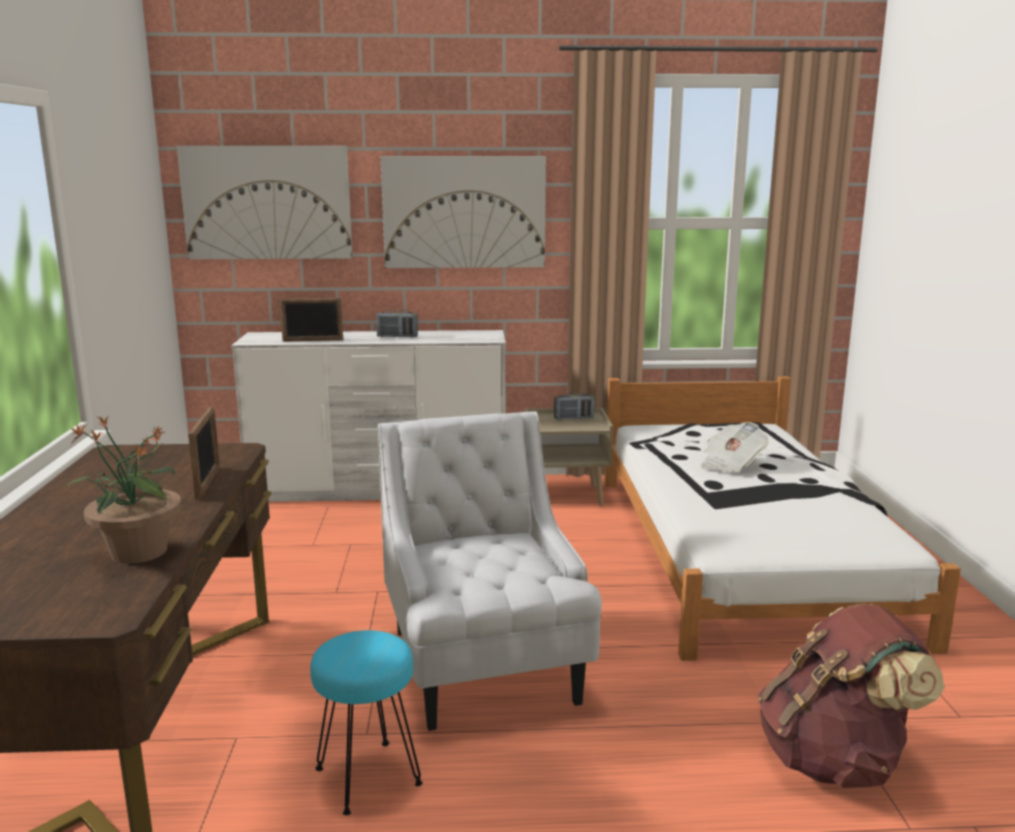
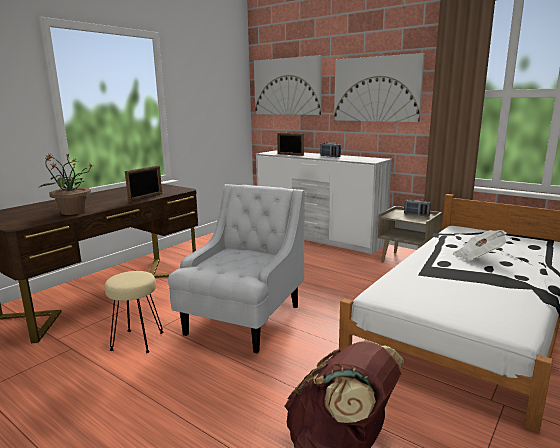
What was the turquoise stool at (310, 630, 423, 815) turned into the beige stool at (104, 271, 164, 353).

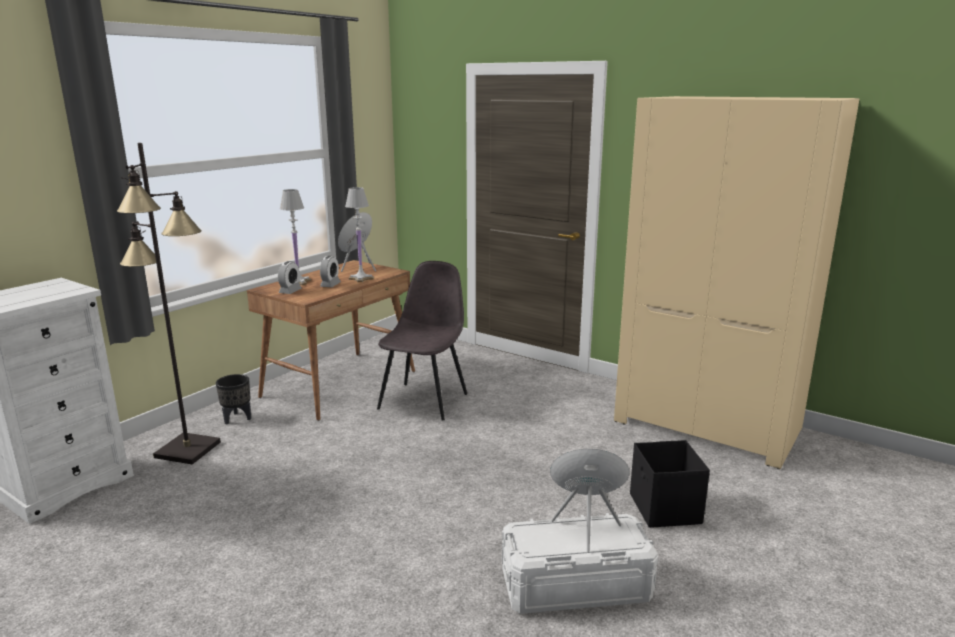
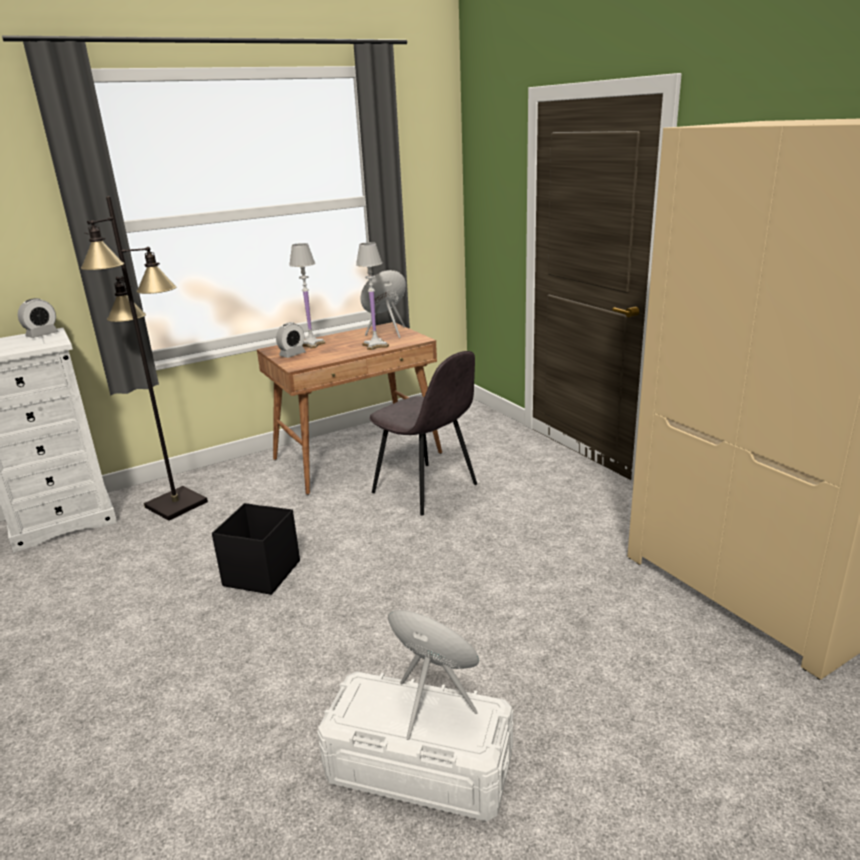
The second view lost the black planter at (216, 374, 251, 425).
The alarm clock ended up elsewhere, having gone from (320, 256, 341, 287) to (18, 298, 59, 338).
The black storage box ended up elsewhere, having gone from (630, 440, 710, 528) to (212, 503, 300, 595).
The grey chair at (377, 261, 467, 421) ended up facing another way, 90 degrees clockwise from before.

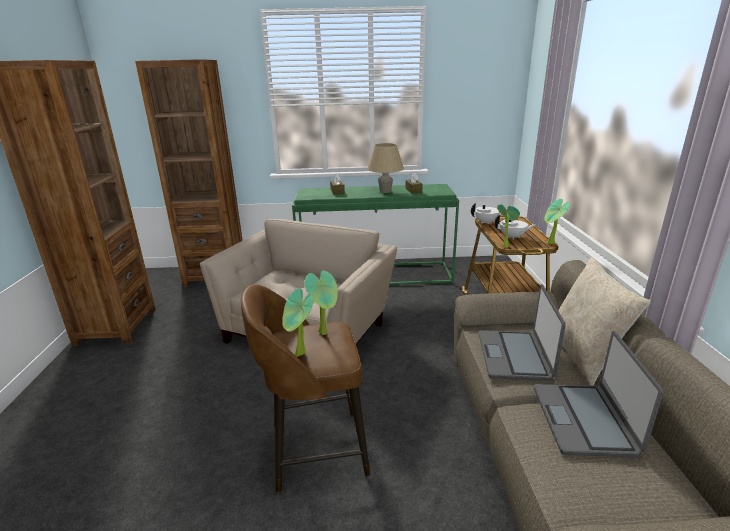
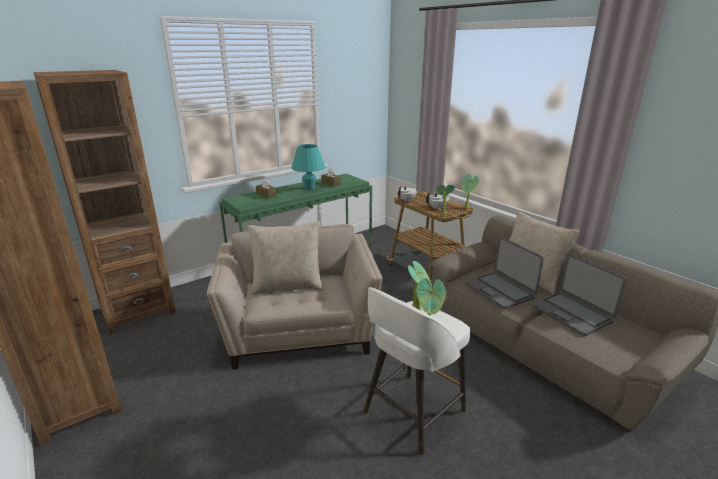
The second view gained the beige pillow at (248, 221, 323, 295).
What was the brown stool at (241, 284, 370, 493) turned into the white stool at (363, 287, 470, 455).
What was the beige table lamp at (367, 143, 404, 193) turned into the turquoise table lamp at (292, 144, 325, 190).

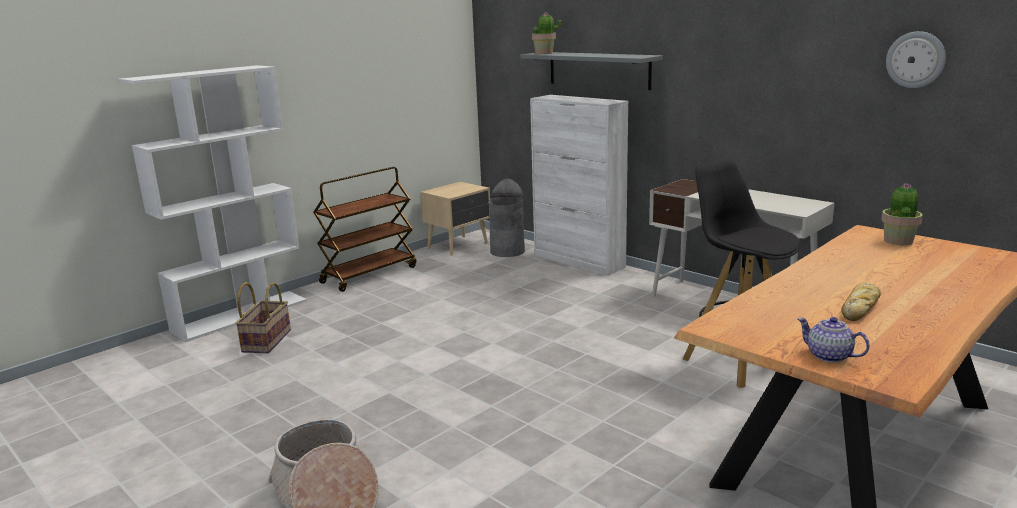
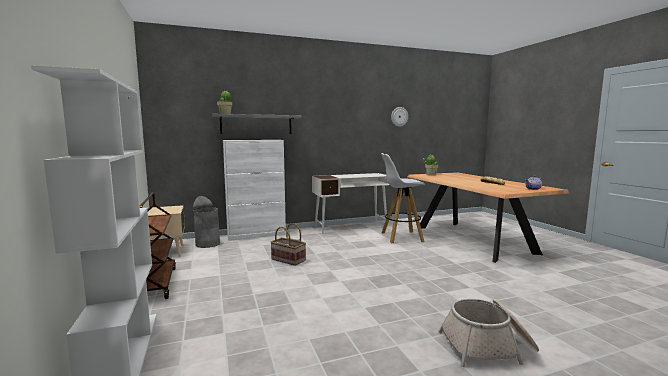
The basket ended up elsewhere, having gone from (235, 282, 291, 353) to (270, 223, 306, 266).
What was the black stool at (683, 160, 800, 388) turned into the white stool at (381, 153, 425, 243).

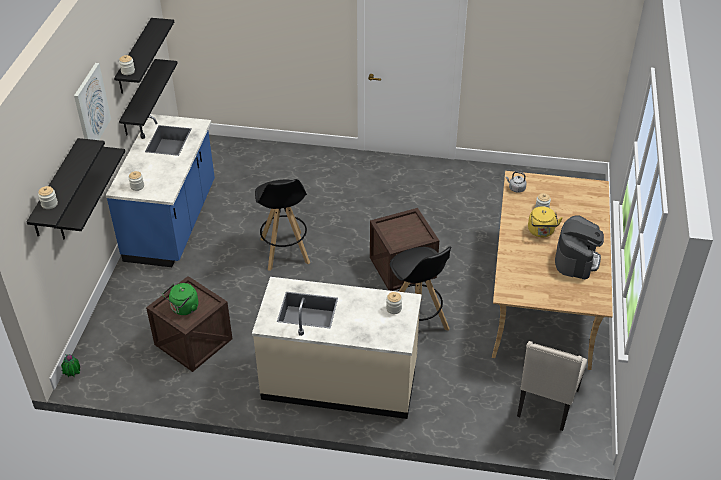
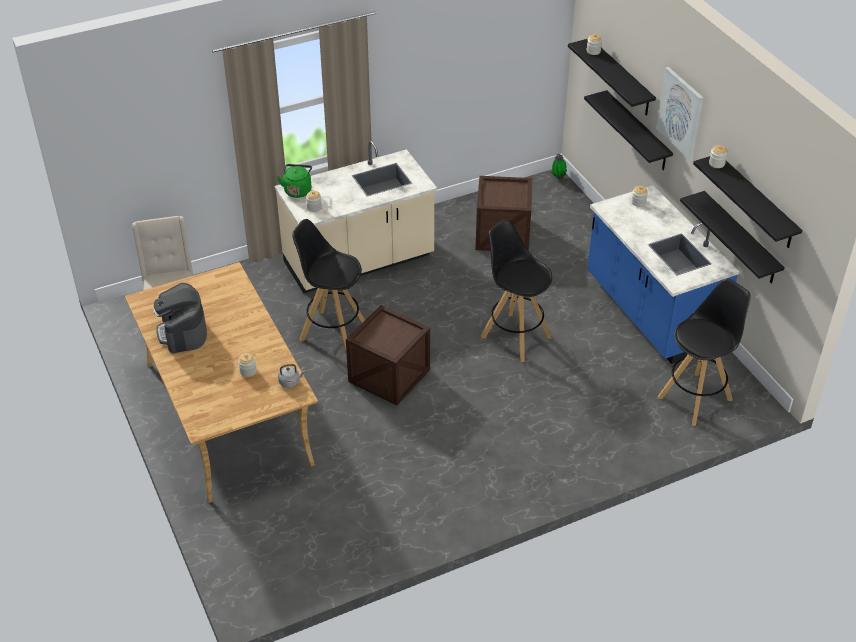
The second view lost the yellow kettle at (528, 206, 563, 237).
The second view gained the black stool at (658, 279, 750, 426).
The green kettle ended up elsewhere, having gone from (162, 283, 198, 315) to (277, 164, 312, 198).

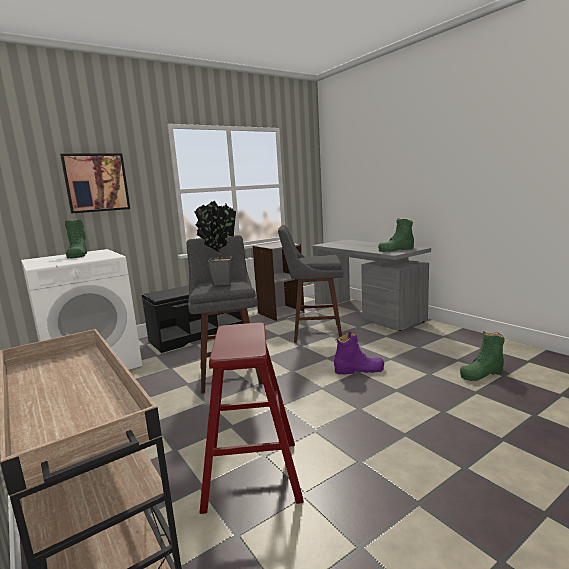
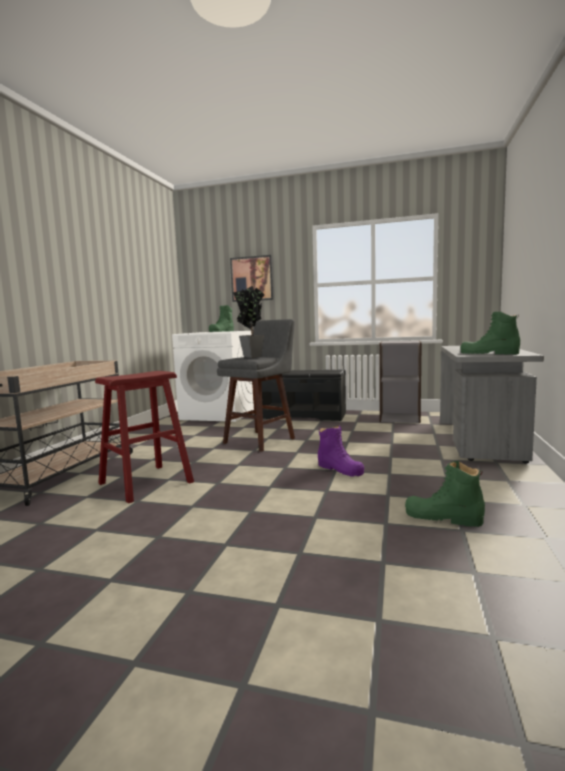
The second view lost the grey stool at (278, 225, 343, 343).

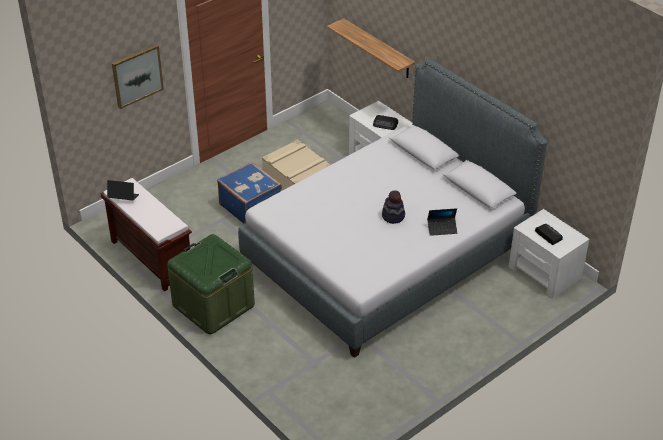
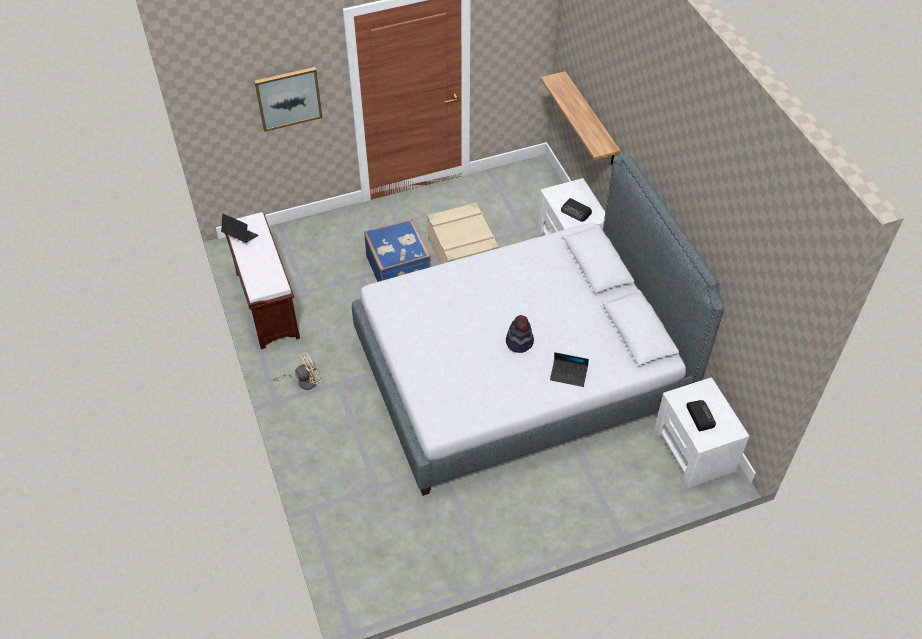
Where the green storage box stood at (167, 234, 255, 334), the beige fan came to stand at (273, 353, 321, 390).

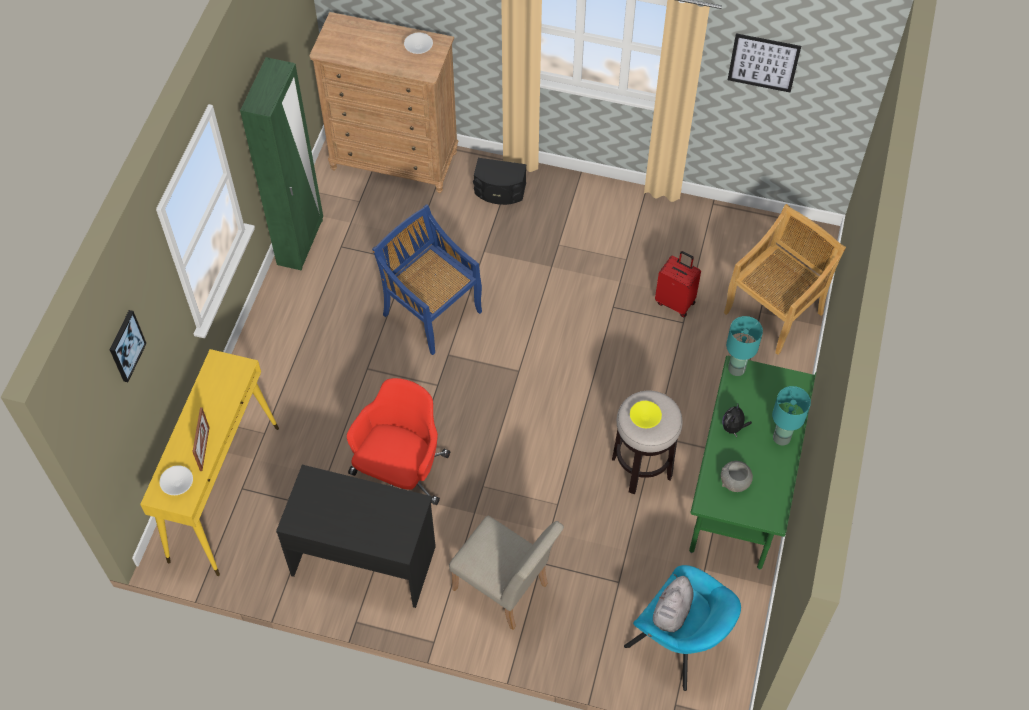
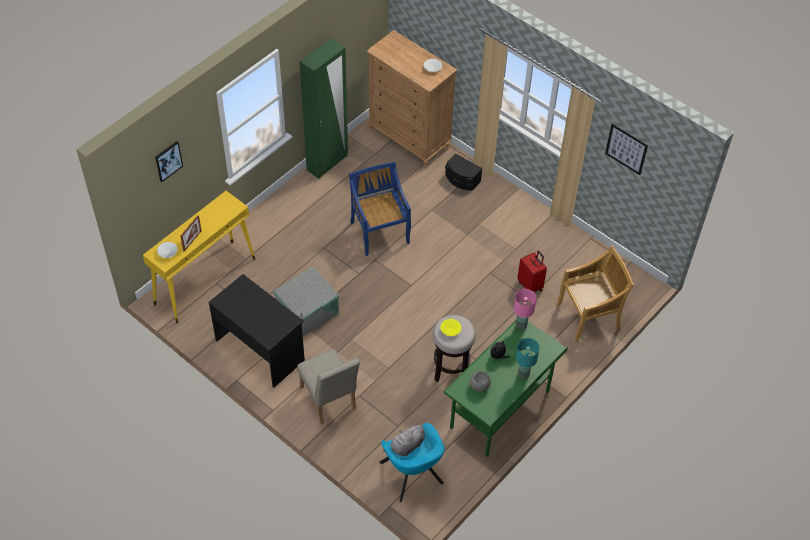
Where the red office chair stood at (347, 378, 450, 505), the grey storage box came to stand at (273, 266, 339, 336).
What was the turquoise table lamp at (726, 316, 763, 376) turned into the pink table lamp at (514, 289, 537, 330).

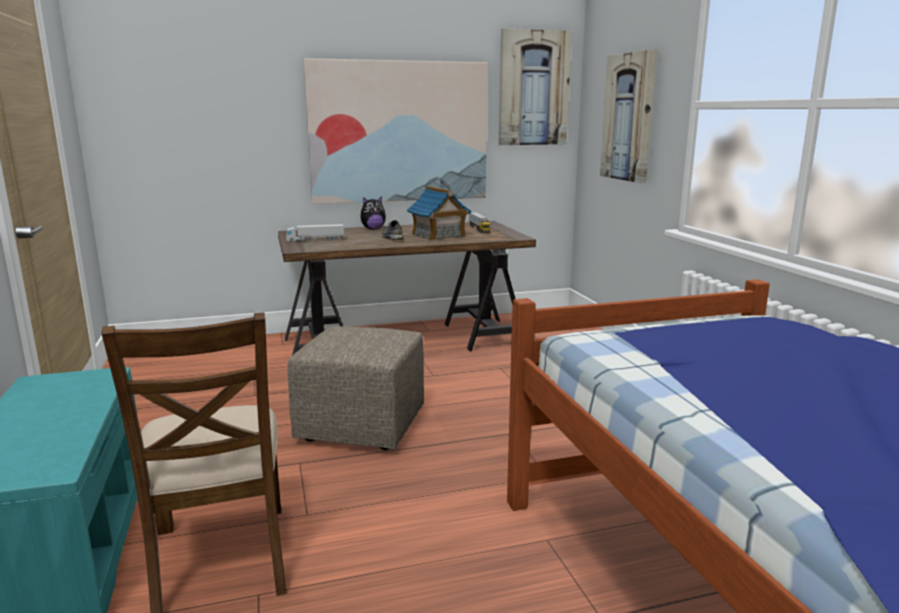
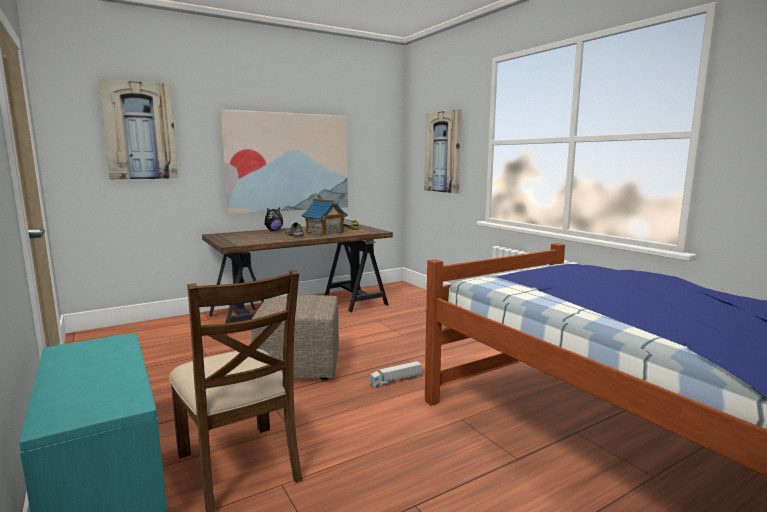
The toy truck ended up elsewhere, having gone from (286, 224, 345, 242) to (370, 361, 422, 388).
The picture ended up elsewhere, having gone from (499, 28, 572, 145) to (98, 79, 178, 180).

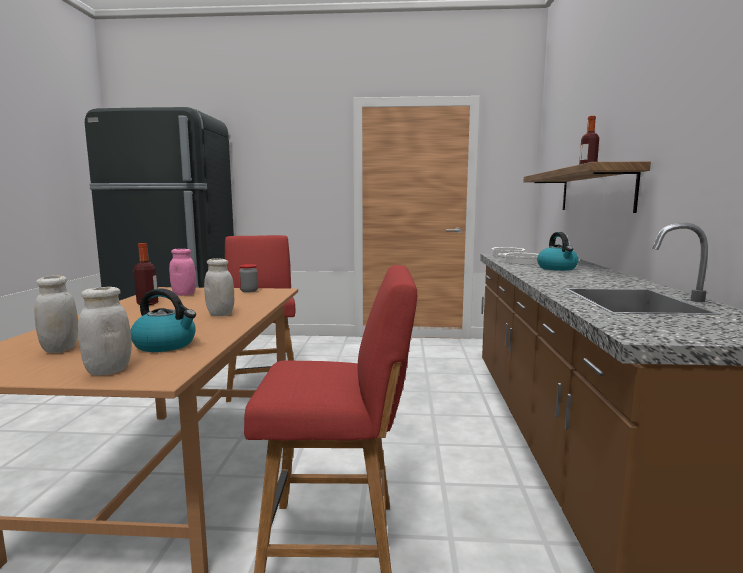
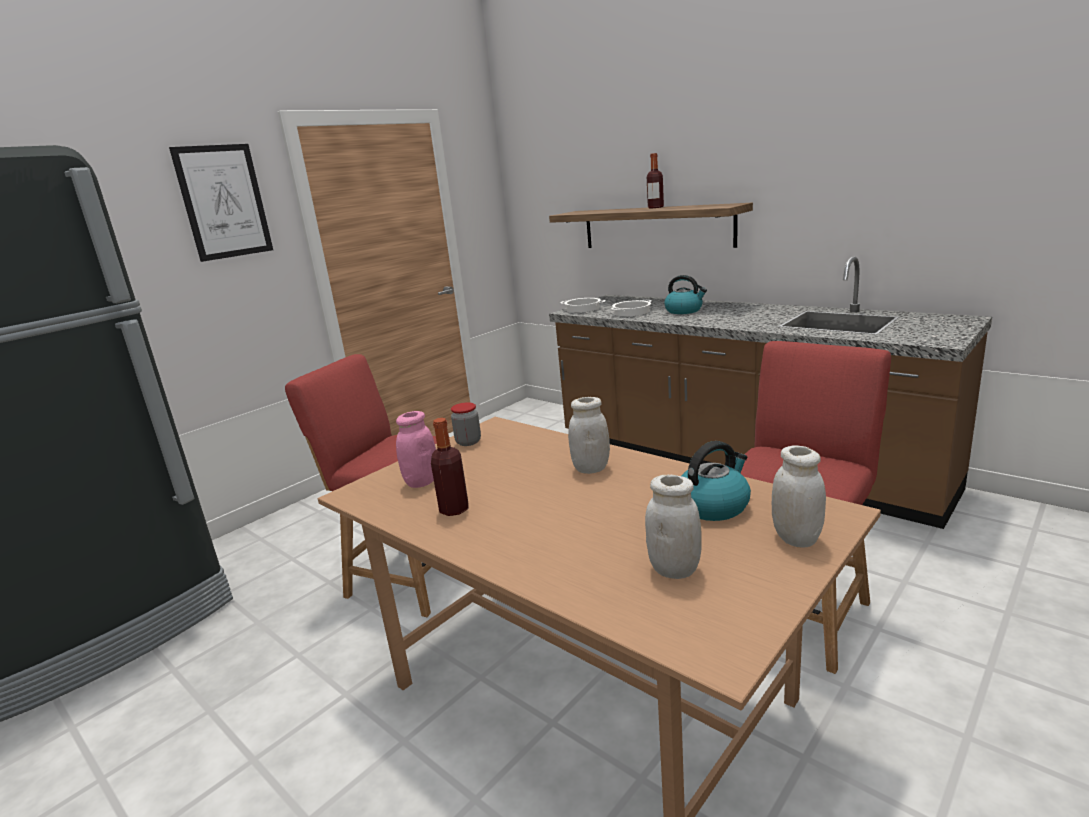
The second view gained the picture at (169, 144, 273, 262).

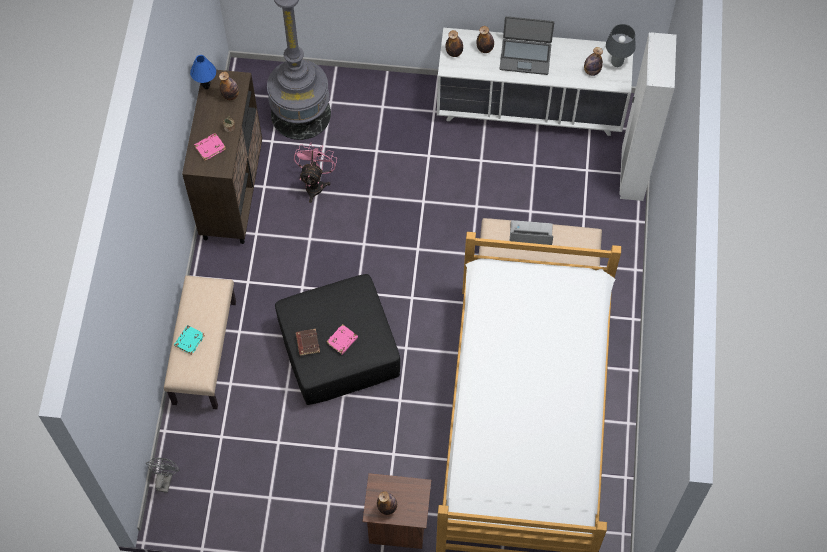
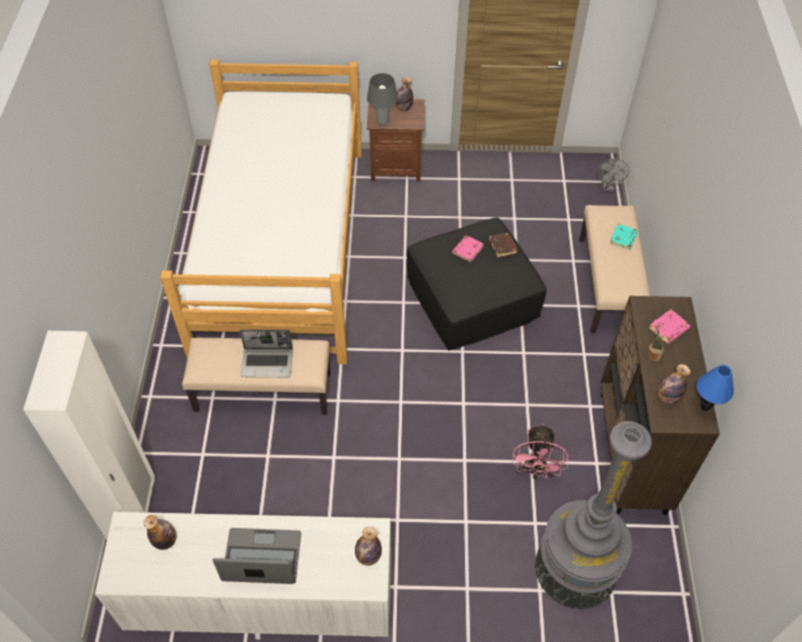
The second view lost the bottle at (476, 26, 494, 53).
The grey table lamp ended up elsewhere, having gone from (606, 24, 636, 67) to (367, 73, 398, 125).

